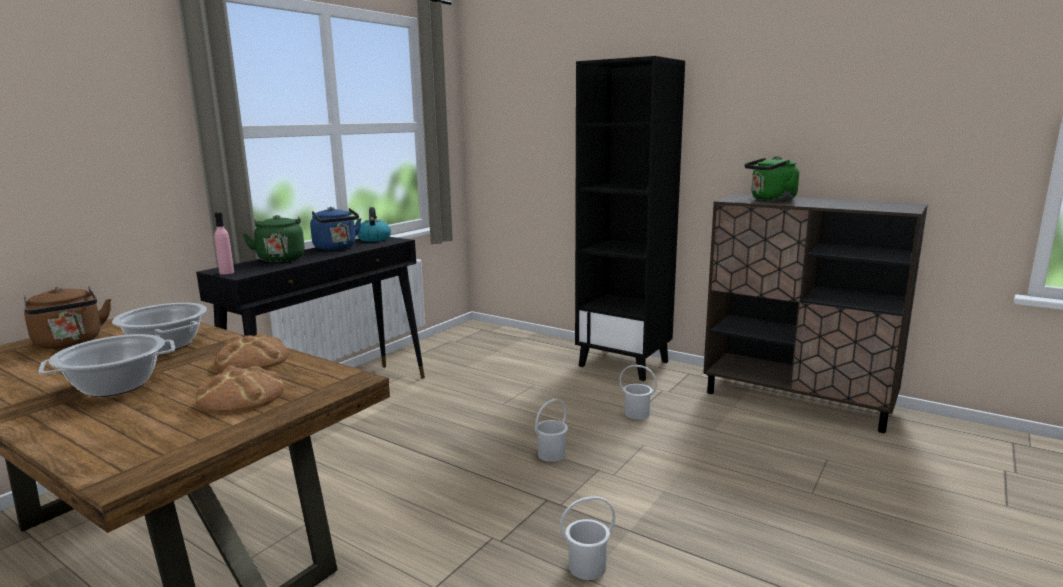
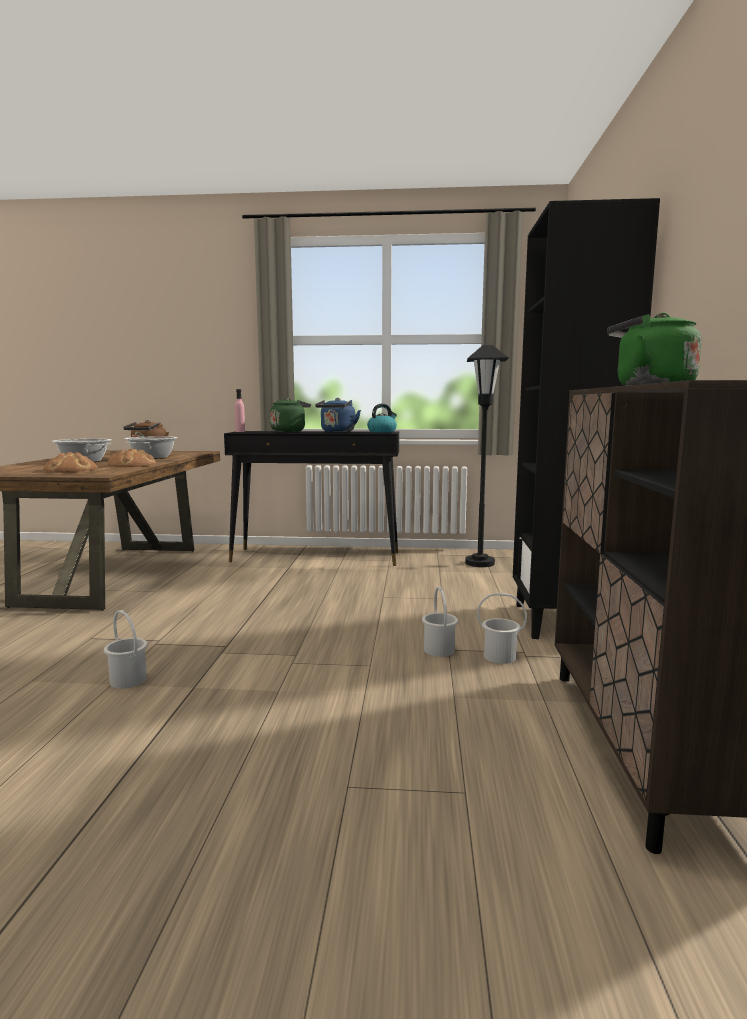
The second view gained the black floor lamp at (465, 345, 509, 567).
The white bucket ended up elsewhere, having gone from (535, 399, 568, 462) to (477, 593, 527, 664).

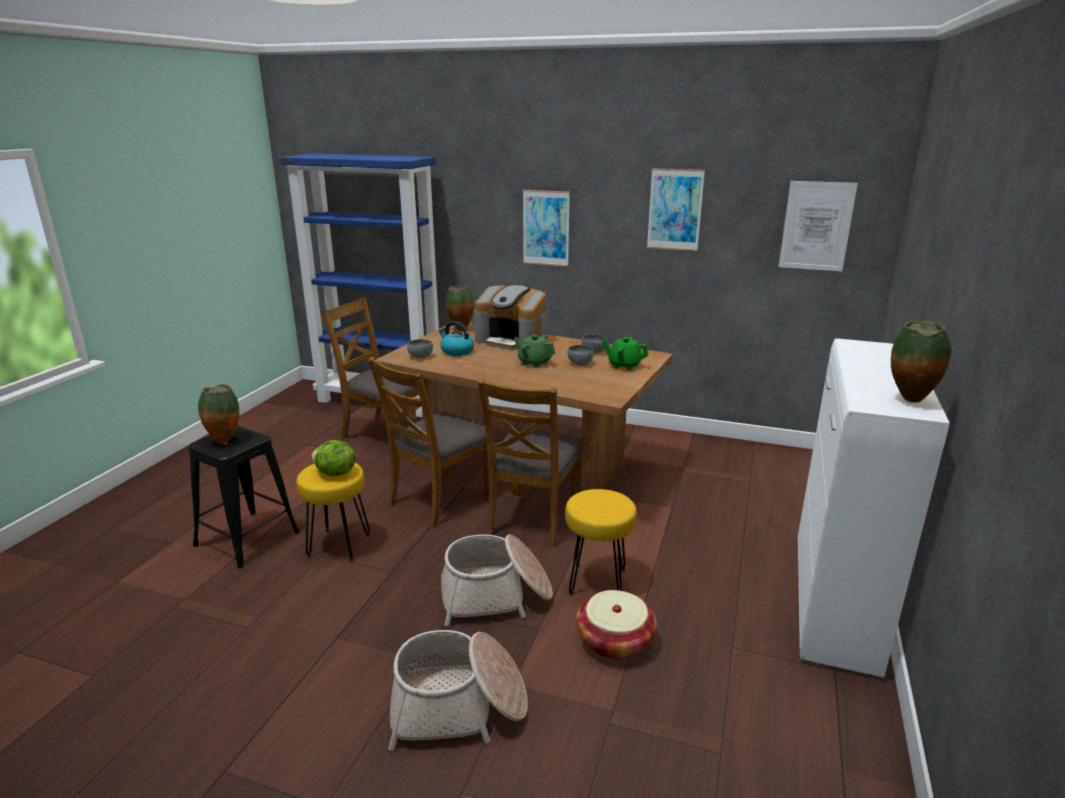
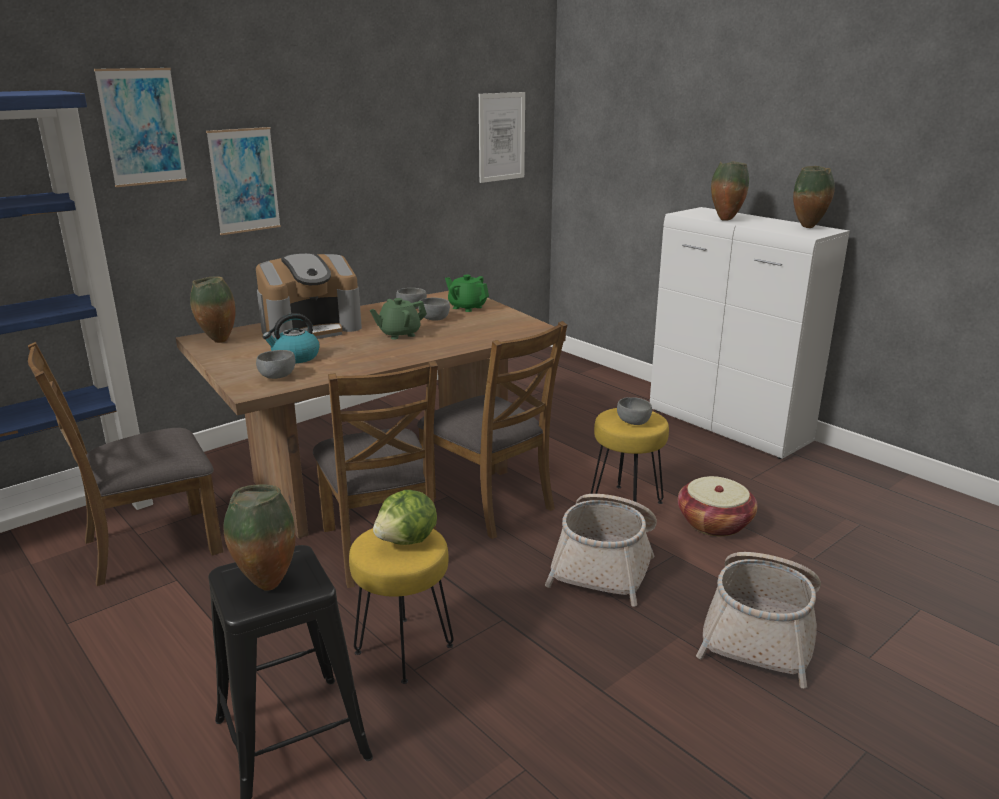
The second view gained the grey bowl at (617, 397, 652, 425).
The second view gained the vase at (711, 162, 749, 221).
The picture ended up elsewhere, having gone from (647, 168, 705, 251) to (94, 68, 187, 187).
The green teapot at (602, 337, 649, 370) ended up facing another way, 75 degrees clockwise from before.

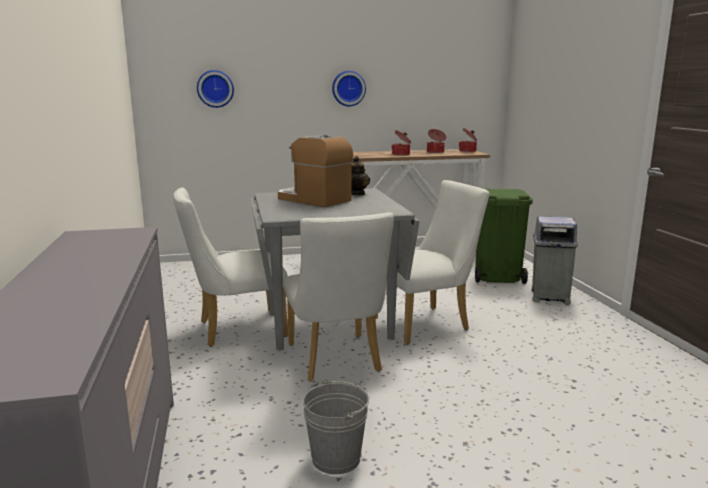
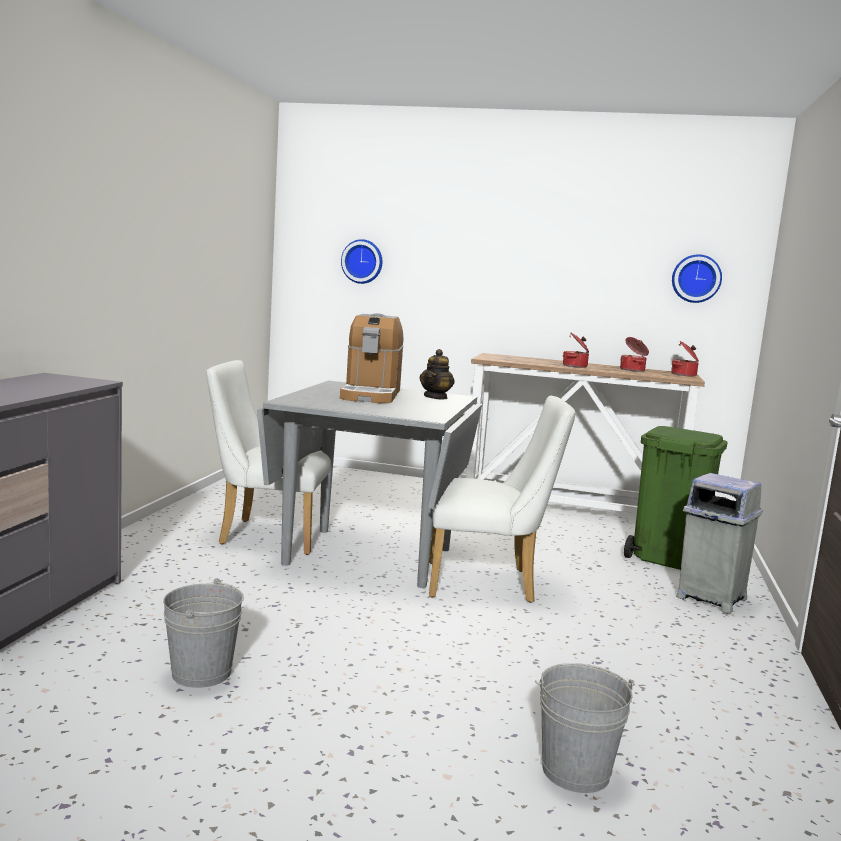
The second view lost the white chair at (284, 213, 394, 382).
The second view gained the grey bucket at (535, 663, 635, 793).
The wall clock ended up elsewhere, having gone from (332, 71, 366, 106) to (672, 254, 722, 303).
The coffee machine at (278, 135, 353, 207) ended up facing another way, 150 degrees counterclockwise from before.

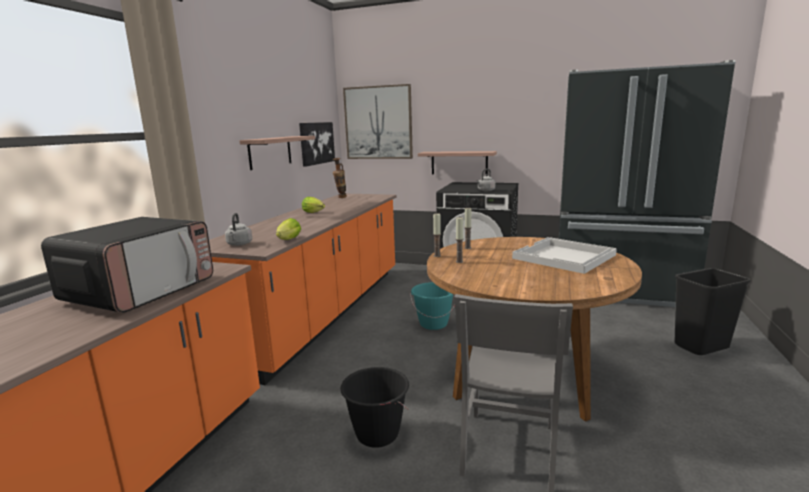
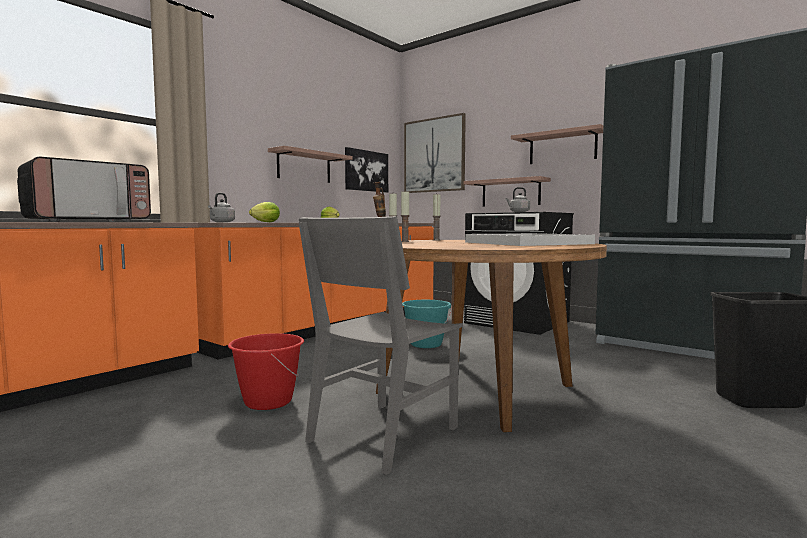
The second view gained the shelf at (511, 124, 603, 164).
What was the black bucket at (340, 367, 409, 448) turned into the red bucket at (228, 333, 304, 410).

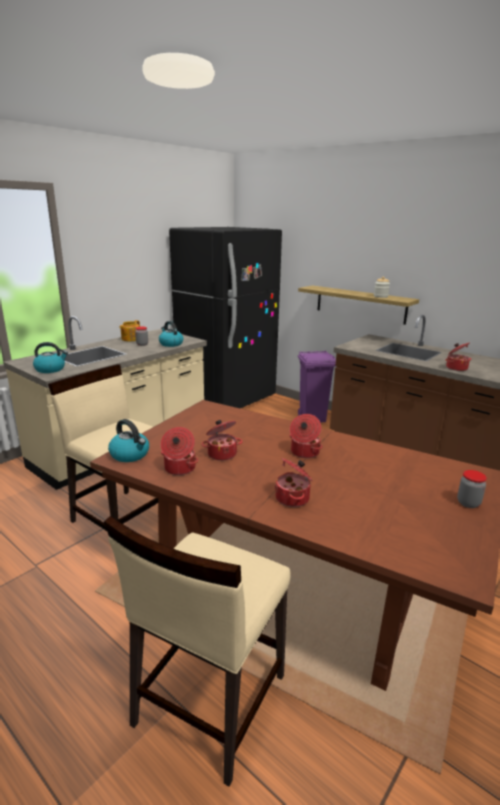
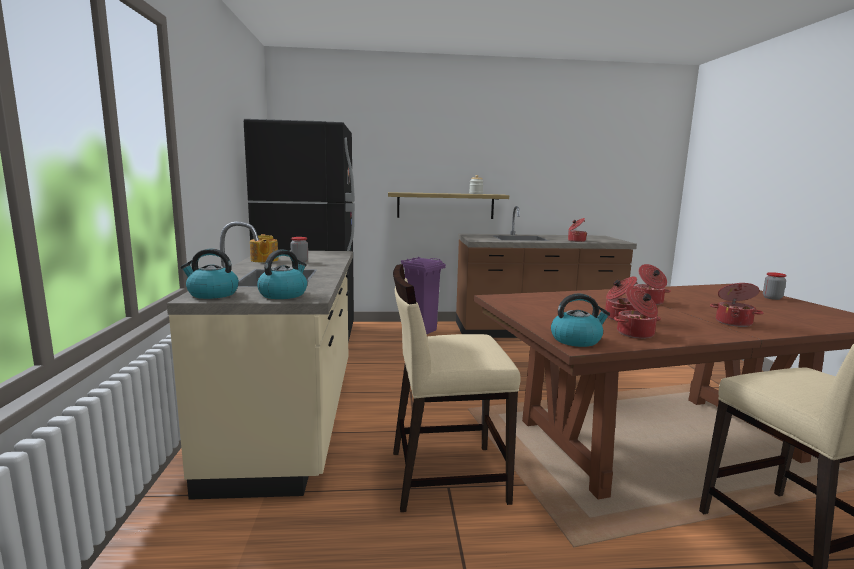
The kettle ended up elsewhere, having gone from (159, 321, 183, 347) to (181, 249, 239, 299).

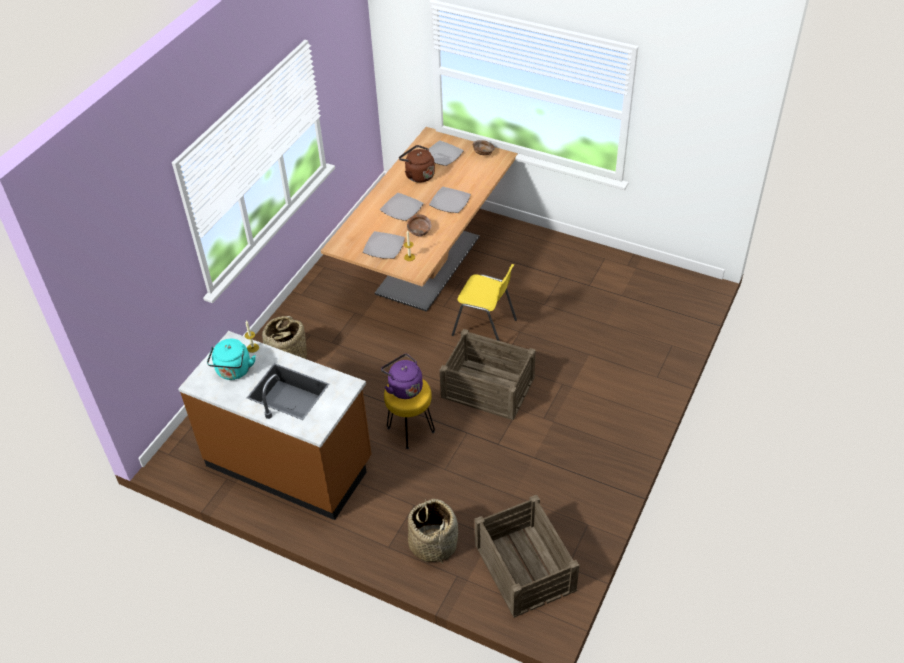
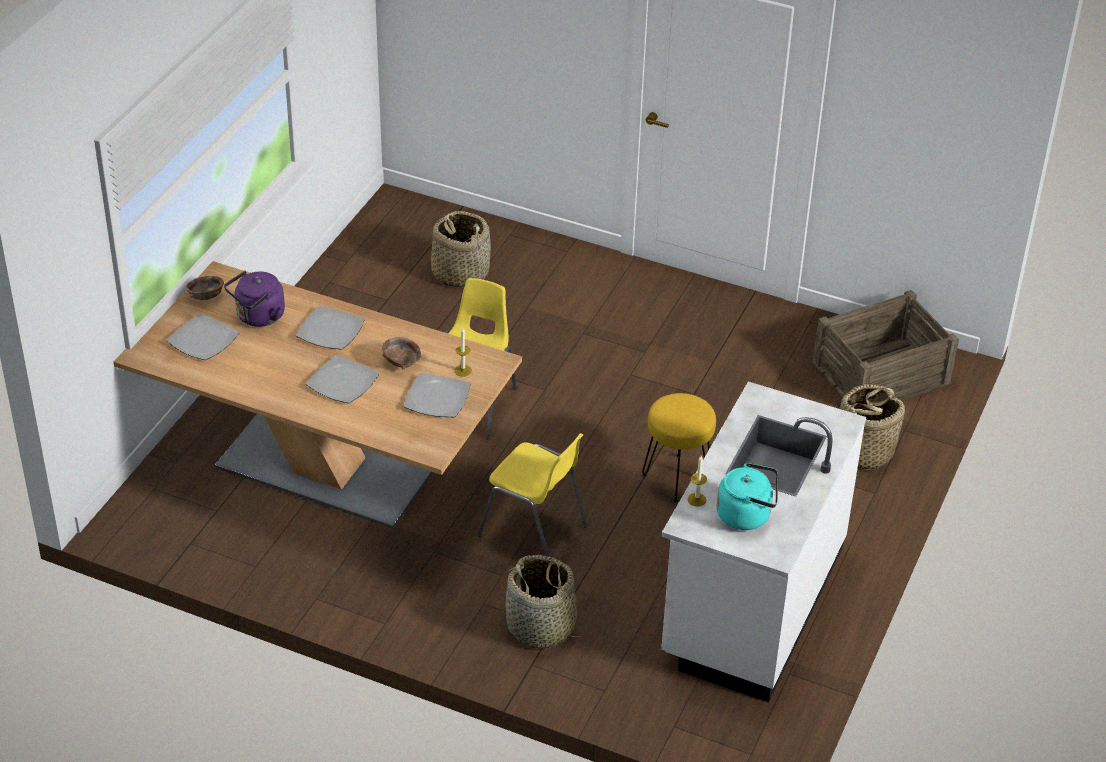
The second view lost the brown kettle at (399, 145, 435, 183).
The second view lost the crate at (440, 329, 536, 420).
The second view gained the basket at (431, 211, 491, 288).
The second view gained the yellow chair at (477, 433, 588, 557).
The purple kettle ended up elsewhere, having gone from (381, 354, 423, 399) to (224, 271, 285, 327).
What was the brown counter at (178, 331, 372, 520) turned into the white counter at (661, 381, 866, 702).

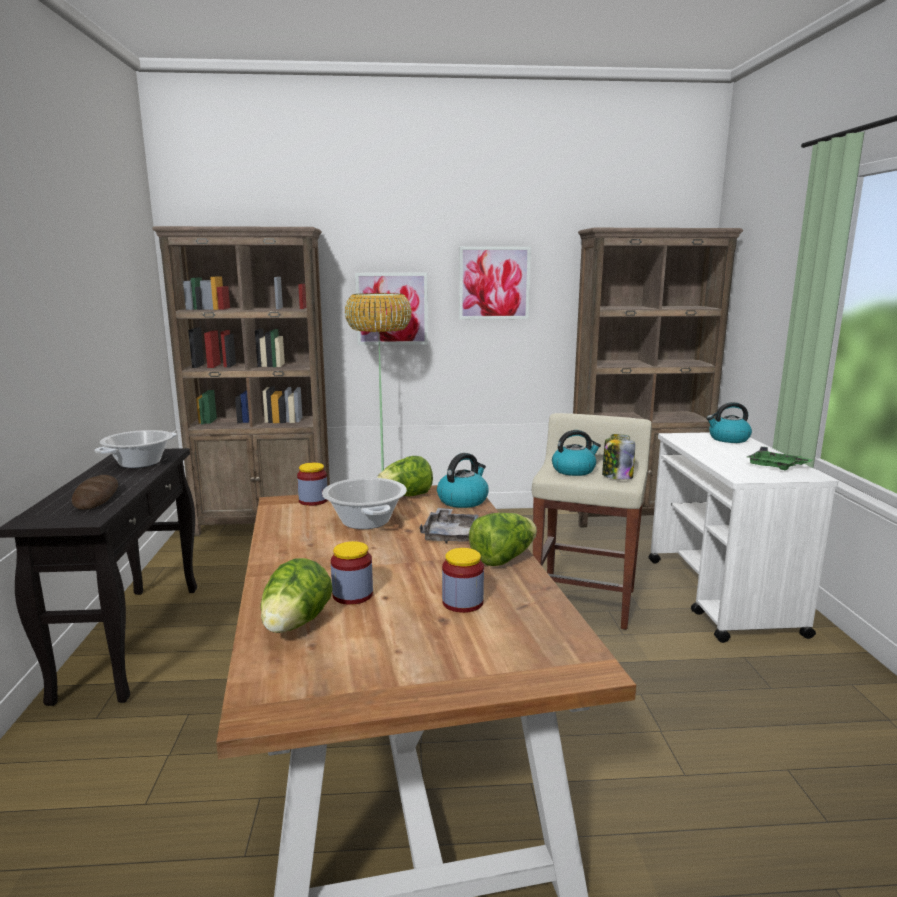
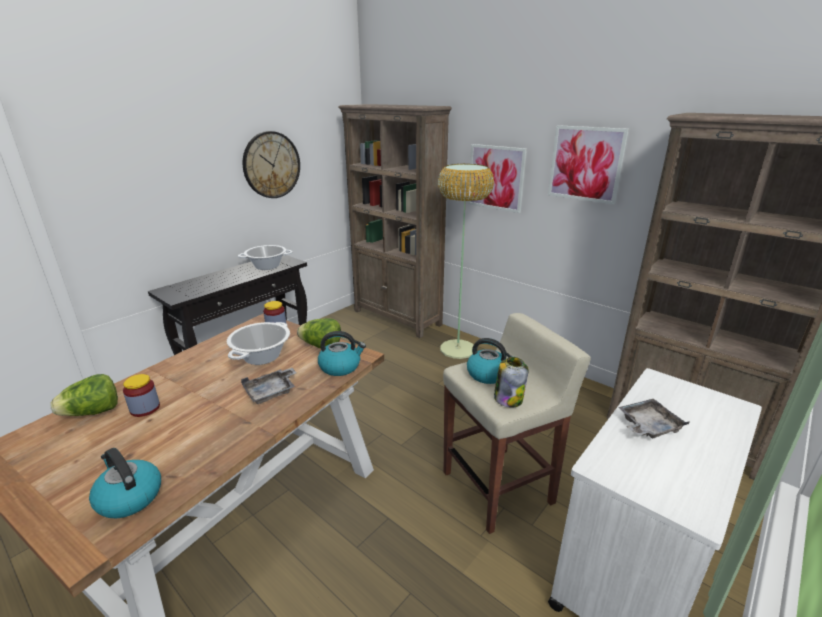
The second view lost the bread at (72, 475, 118, 510).
The second view lost the jar at (442, 548, 484, 613).
The second view lost the lettuce at (469, 513, 537, 566).
The second view lost the green tray at (747, 447, 813, 470).
The second view gained the wall clock at (243, 131, 300, 198).
The second view gained the grey tray at (618, 399, 689, 438).
The kettle ended up elsewhere, having gone from (706, 402, 752, 443) to (89, 448, 161, 518).

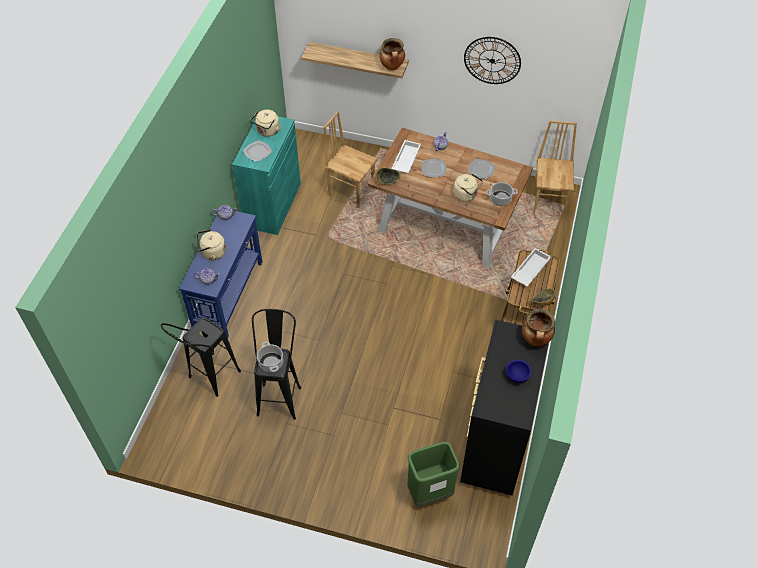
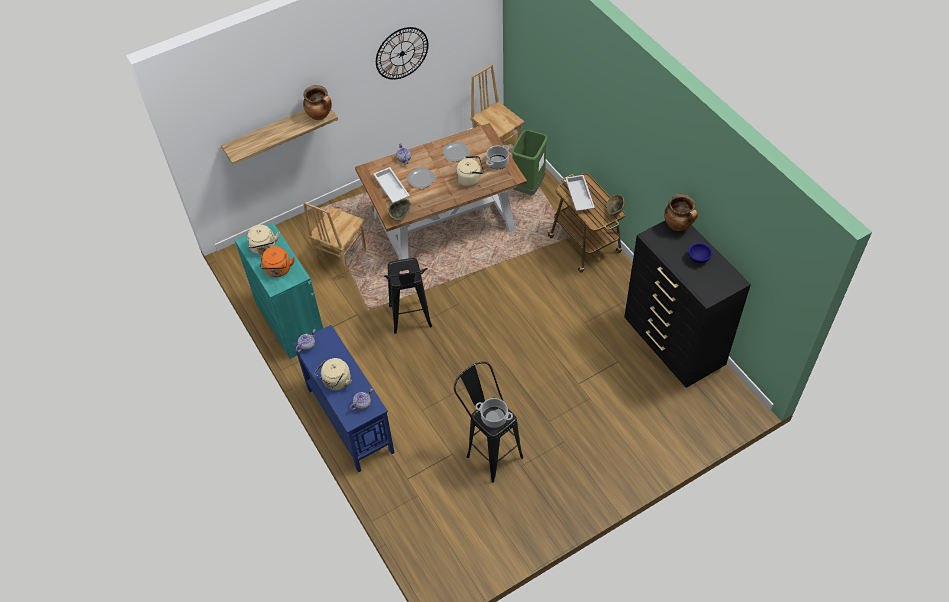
The black stool ended up elsewhere, having gone from (161, 318, 241, 397) to (384, 258, 432, 334).
The green trash can ended up elsewhere, having gone from (407, 442, 460, 507) to (511, 130, 547, 195).
Where the plate stood at (243, 140, 272, 162), the orange kettle came to stand at (260, 246, 295, 277).
The brown chair at (324, 111, 378, 208) ended up facing another way, 45 degrees counterclockwise from before.

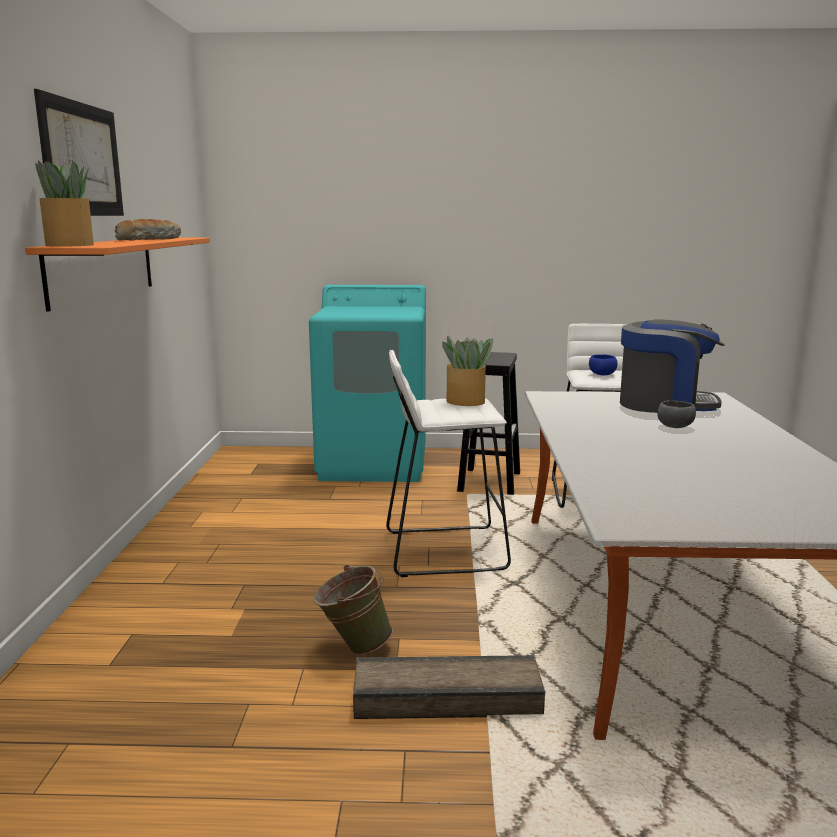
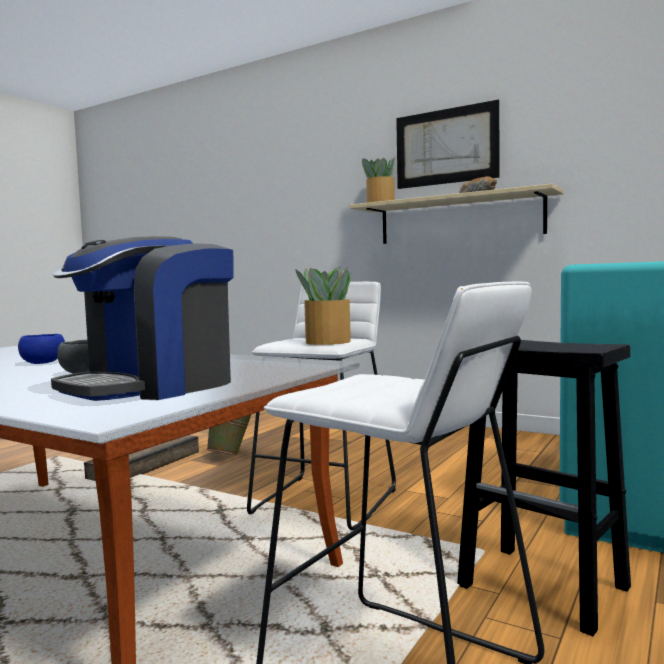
The blue bowl ended up elsewhere, having gone from (589, 354, 618, 375) to (18, 334, 65, 364).
What was the orange shelf at (25, 238, 210, 312) turned into the beige shelf at (349, 184, 564, 244).

